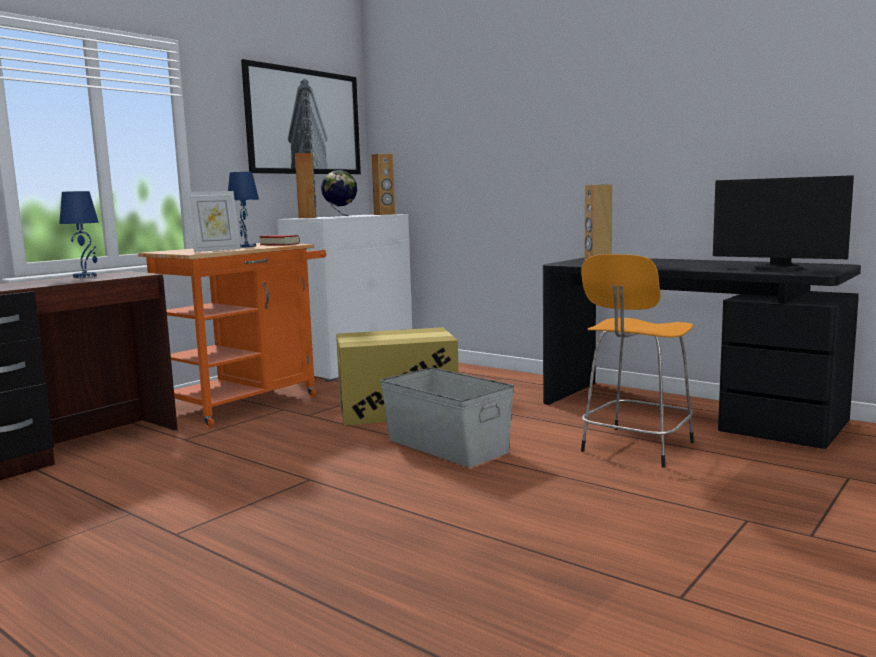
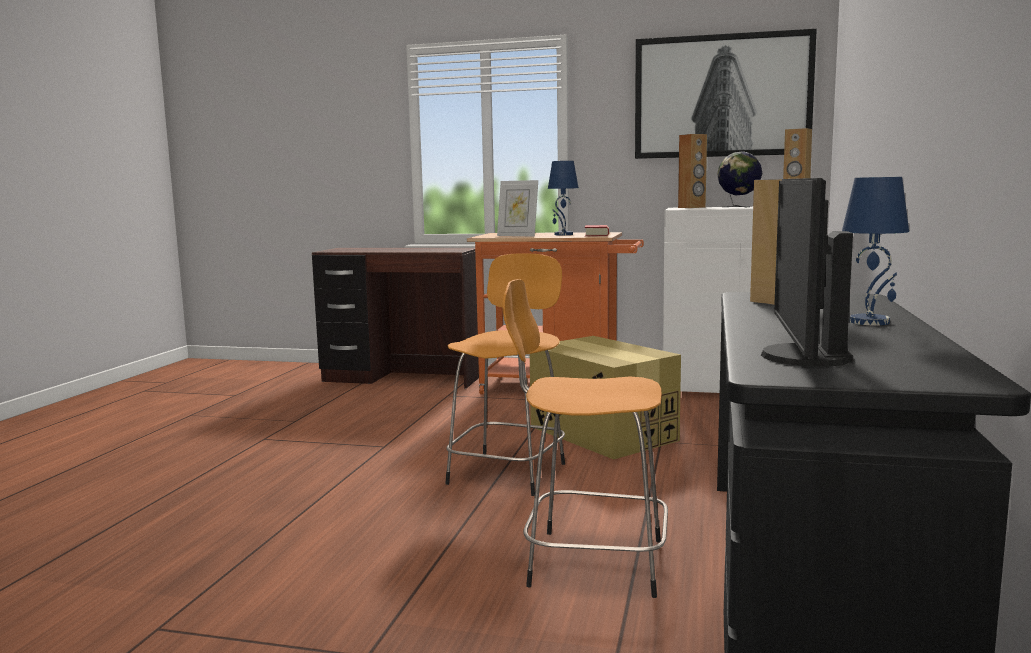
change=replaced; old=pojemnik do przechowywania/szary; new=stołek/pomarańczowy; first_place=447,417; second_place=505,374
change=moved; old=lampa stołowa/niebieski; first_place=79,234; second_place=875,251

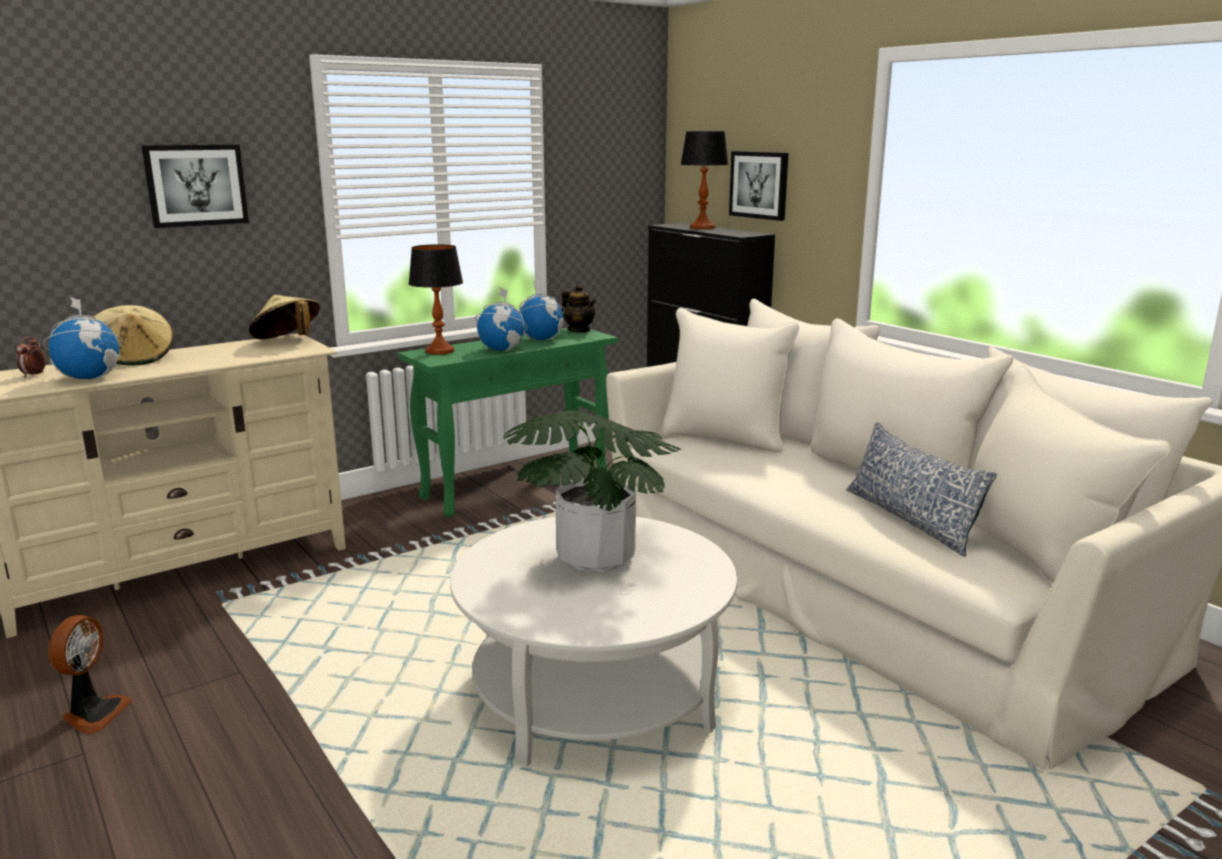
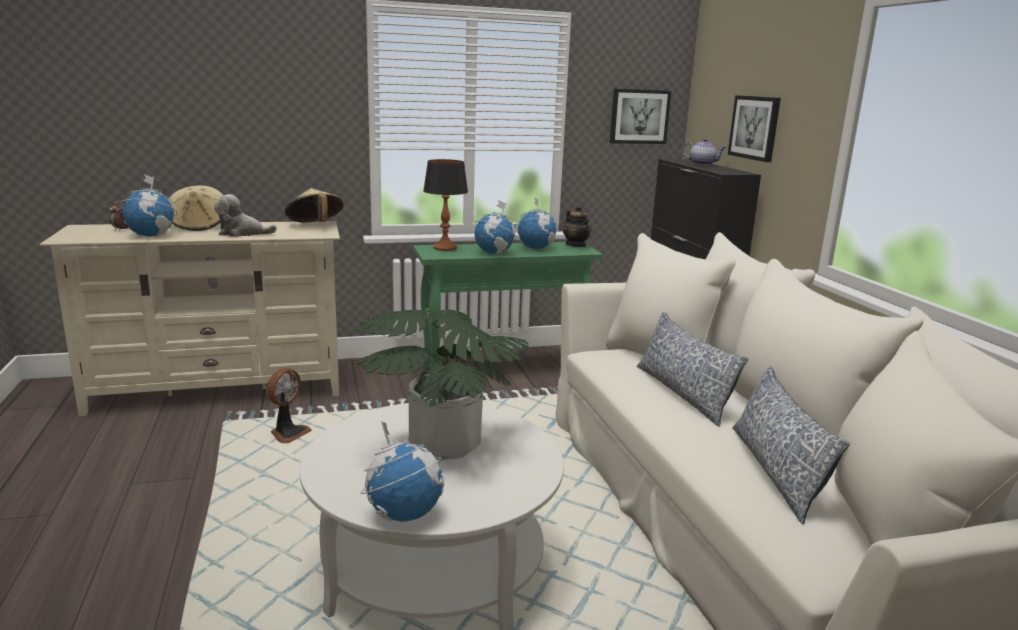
change=added; new=pluszak; second_place=245,215
change=moved; old=wentylator; first_place=90,674; second_place=289,405
change=added; new=globus; second_place=402,472
change=moved; old=obraz; first_place=195,186; second_place=640,116
change=added; new=poduszka; second_place=693,369
change=replaced; old=lampa stołowa; new=imbryk; first_place=705,180; second_place=704,152

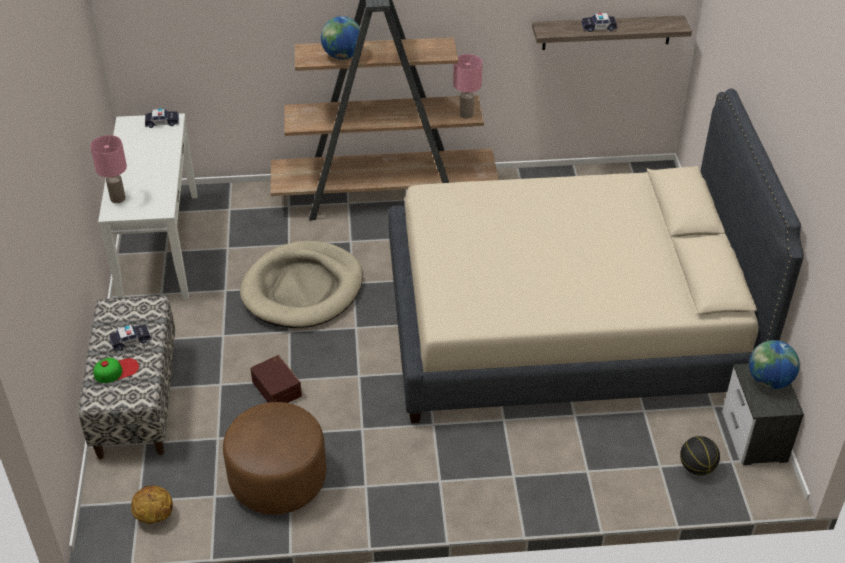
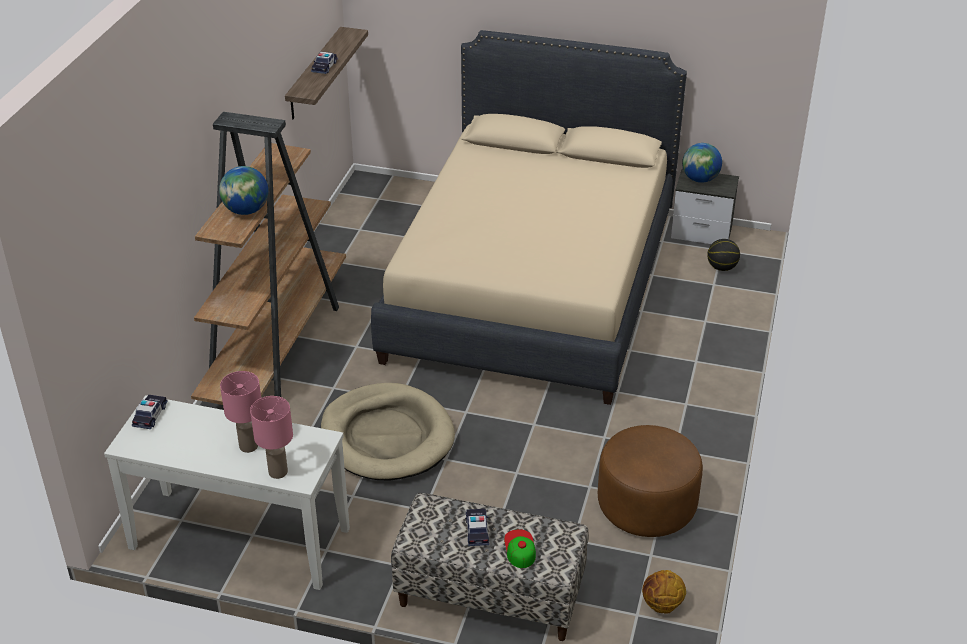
change=moved; old=lampa stołowa/różowy; first_place=468,86; second_place=240,412
change=removed; old=pojemnik do przechowywania/brązowy; first_place=276,379

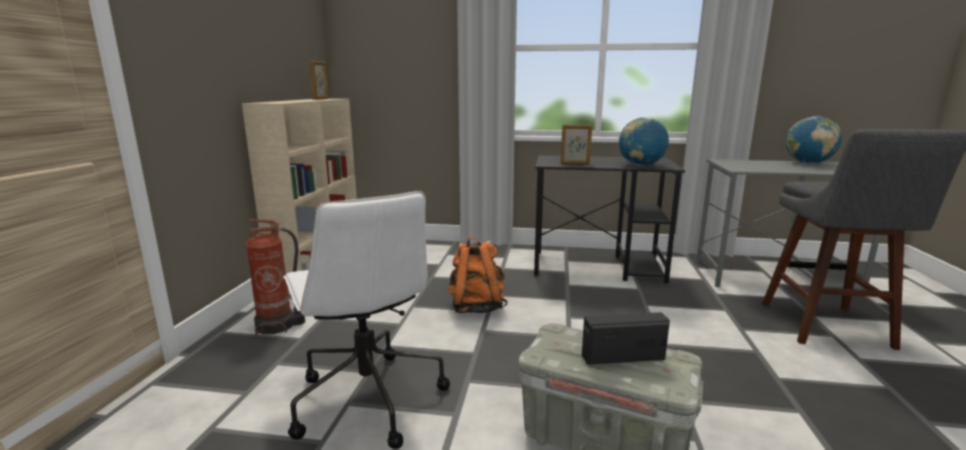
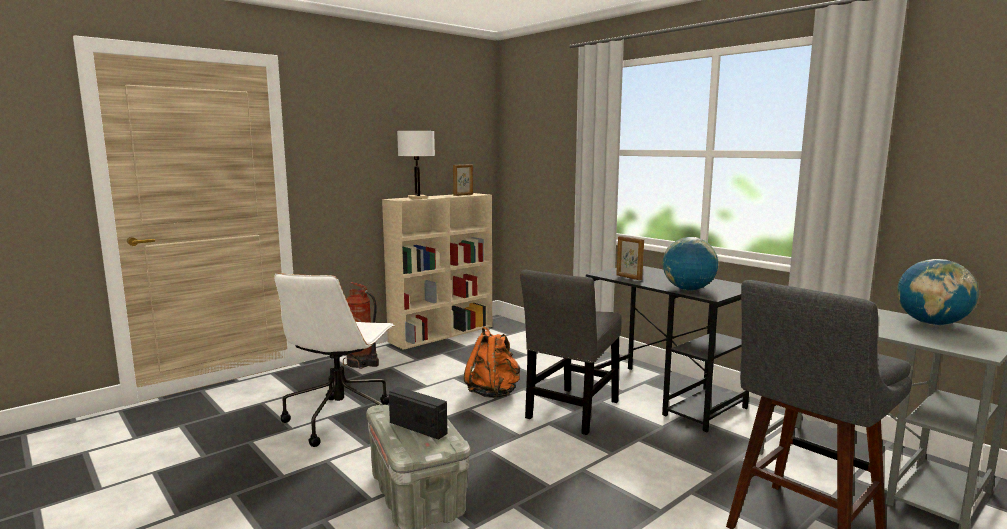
change=added; new=lampa stołowa/biały; second_place=416,165
change=added; new=krzesło/szary; second_place=571,352

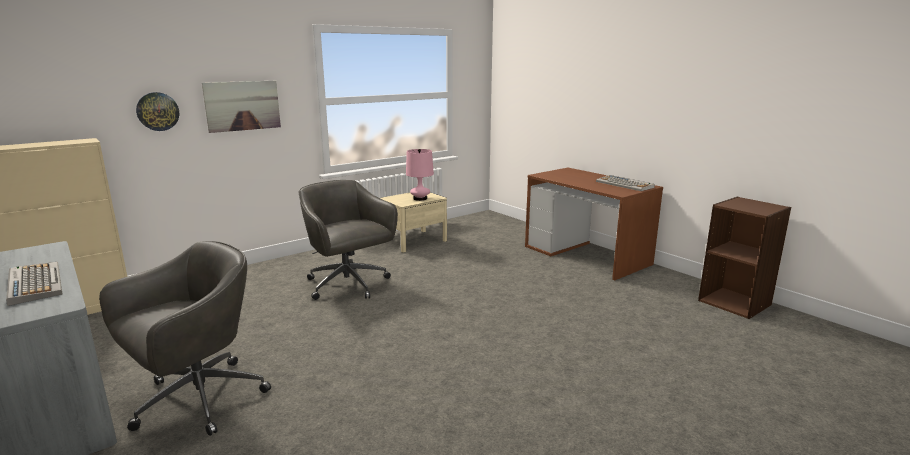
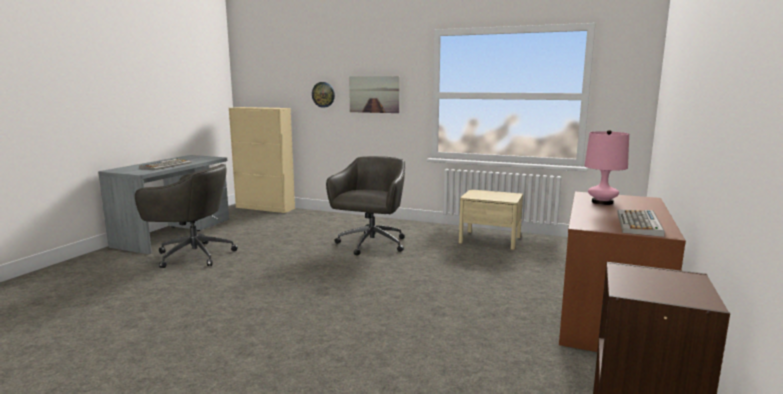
change=moved; old=lampa stołowa/różowy; first_place=420,175; second_place=606,167

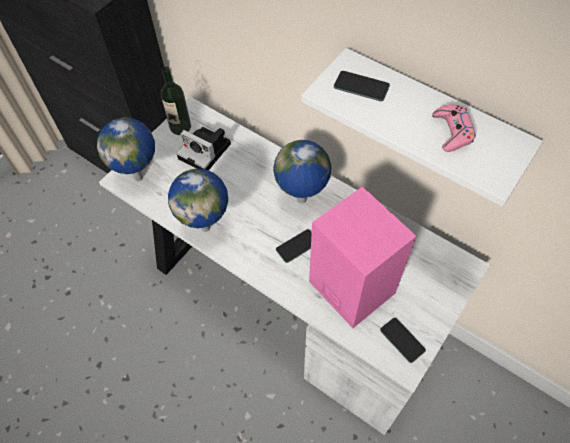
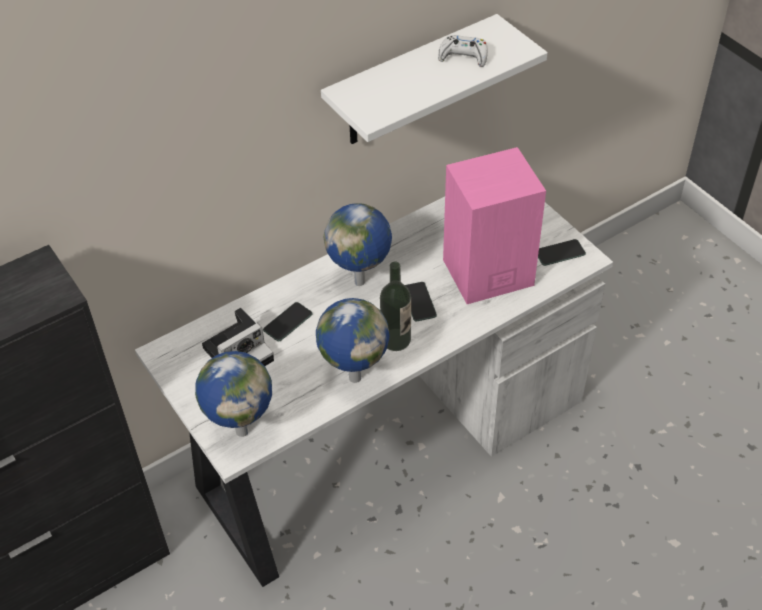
change=moved; old=telefon; first_place=362,86; second_place=288,321
change=moved; old=butelka; first_place=176,100; second_place=395,306
change=recoloured; old=pad do gier/różowy; new=pad do gier/biały; first_place=454,128; second_place=463,51

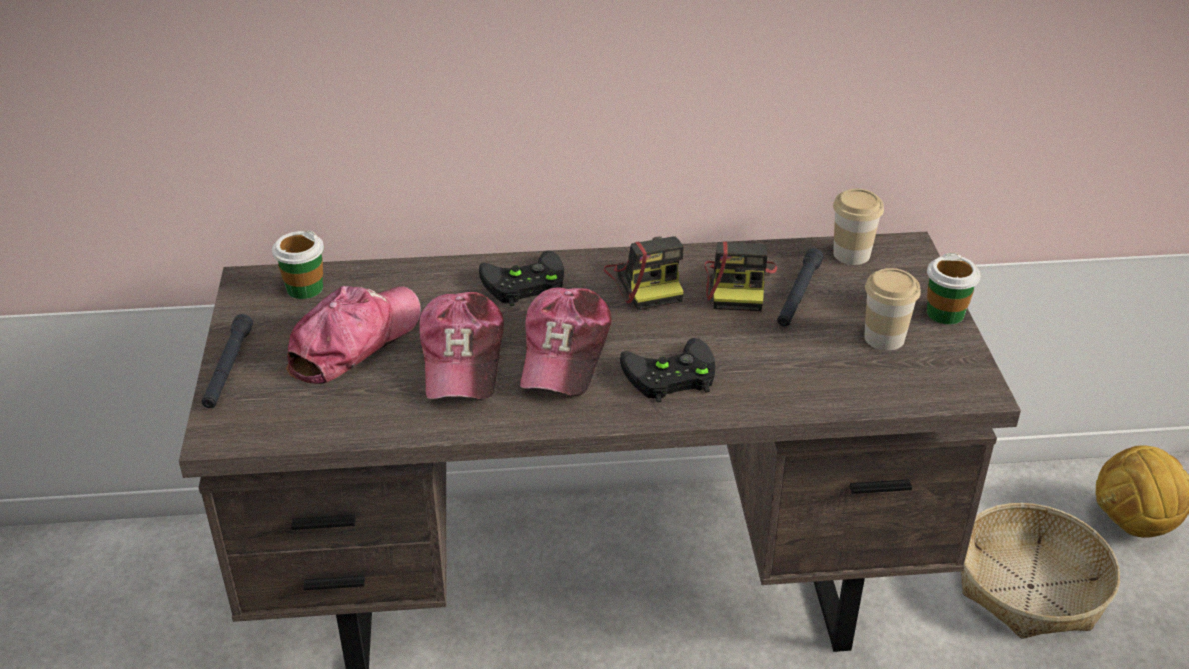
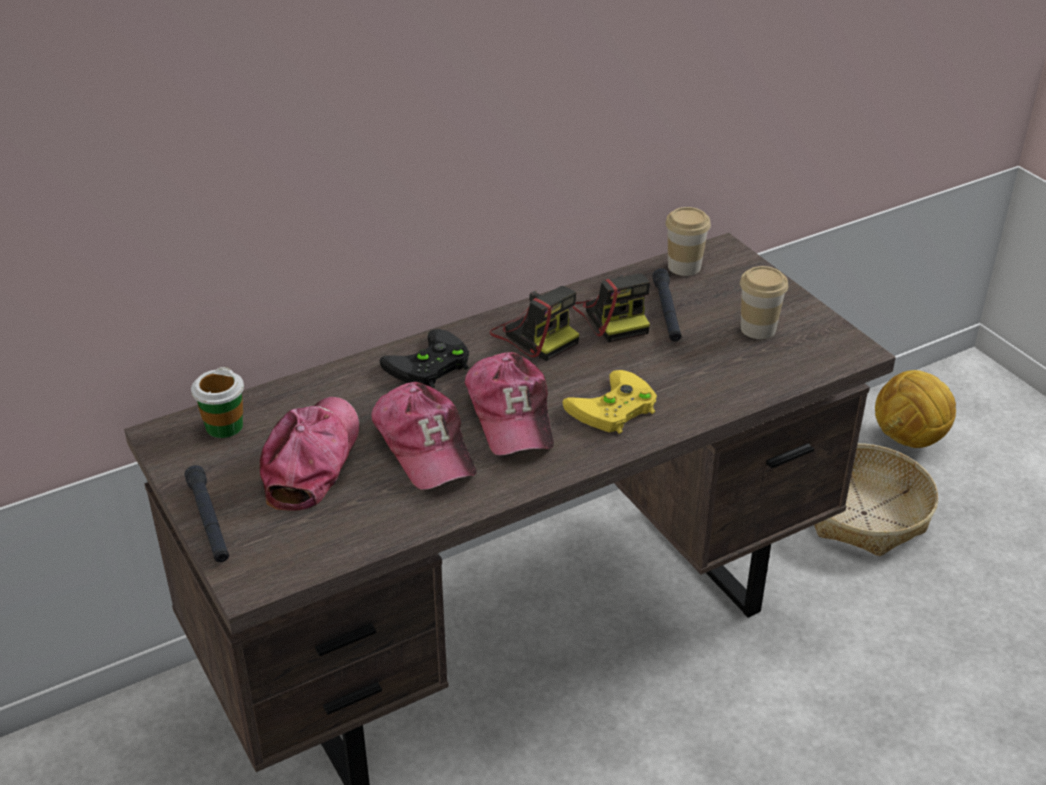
change=recoloured; old=pad do gier/czarny; new=pad do gier/żółty; first_place=667,370; second_place=609,402
change=removed; old=filiżanka; first_place=954,289

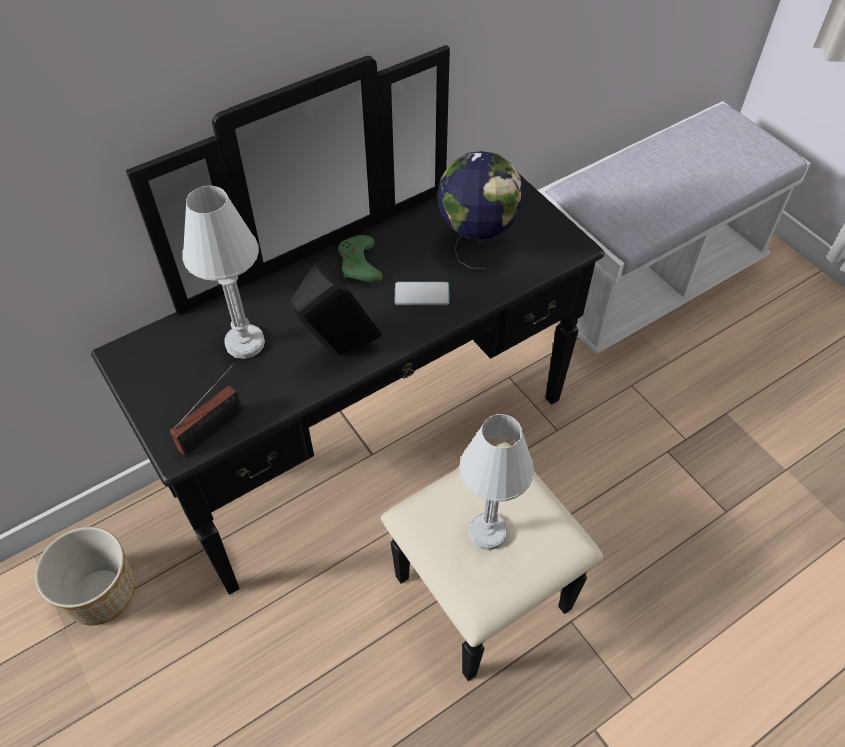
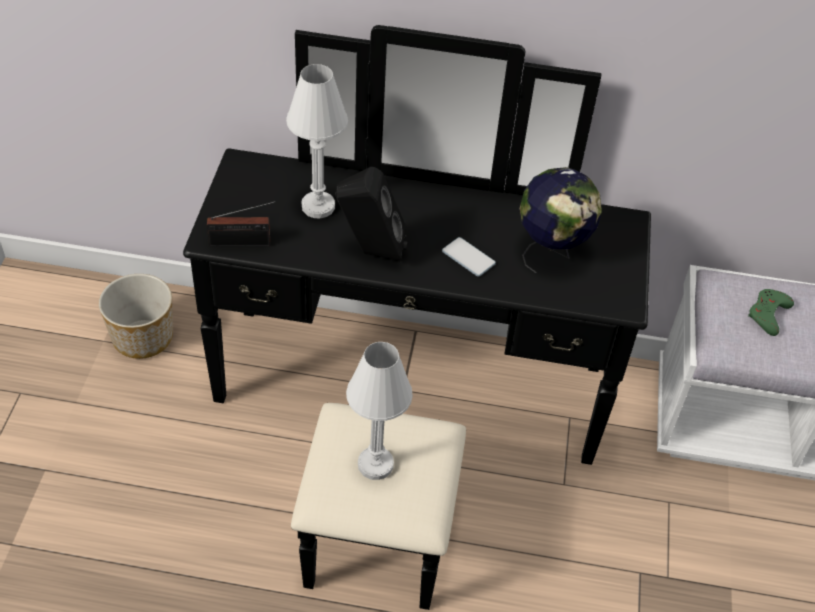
change=moved; old=pad do gier/zielony; first_place=360,259; second_place=771,312

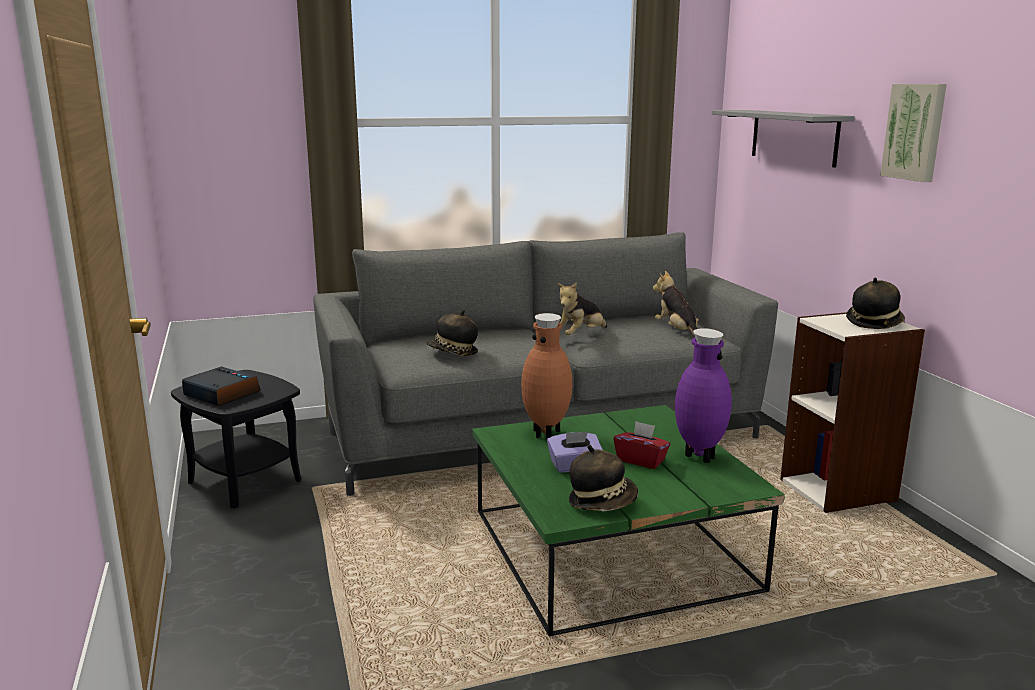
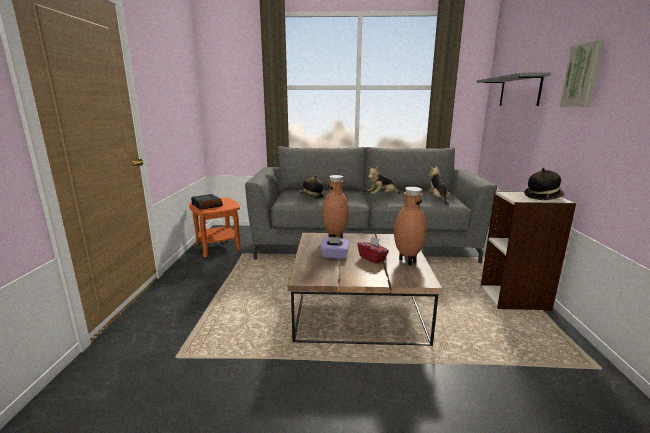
change=recoloured; old=stolik/czarny; new=stolik/pomarańczowy; first_place=236,439; second_place=215,227
change=recoloured; old=ława/zielony; new=ława/brązowy; first_place=628,520; second_place=365,289
change=recoloured; old=wazon/fioletowy; new=wazon/brązowy; first_place=703,395; second_place=410,226
change=removed; old=kapelusz; first_place=603,478

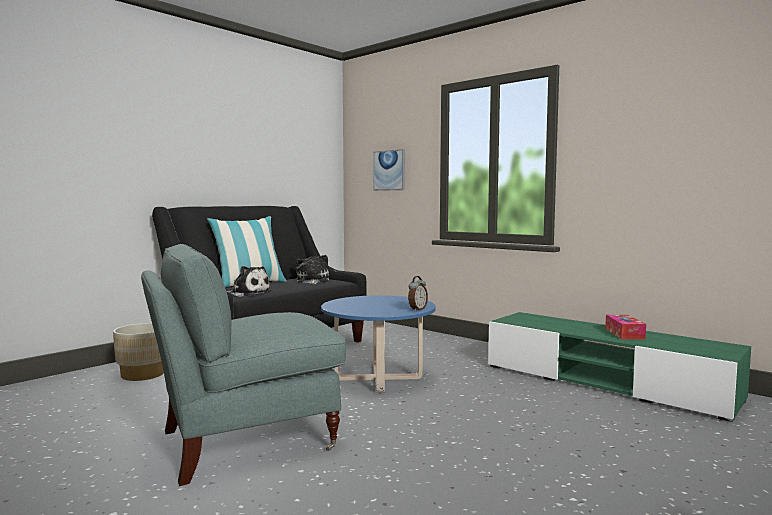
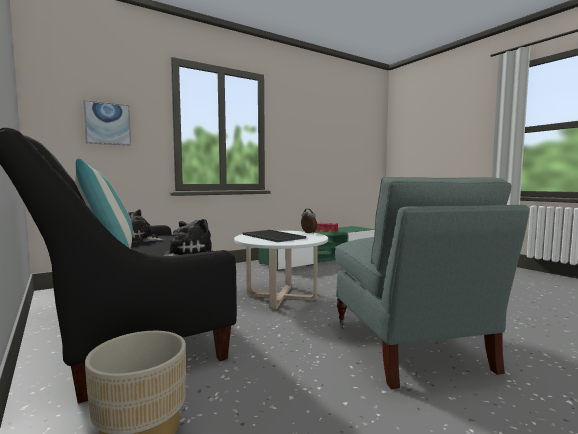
change=recoloured; old=ława/niebieski; new=ława/biały; first_place=378,344; second_place=281,270
change=added; new=taca; second_place=274,236

